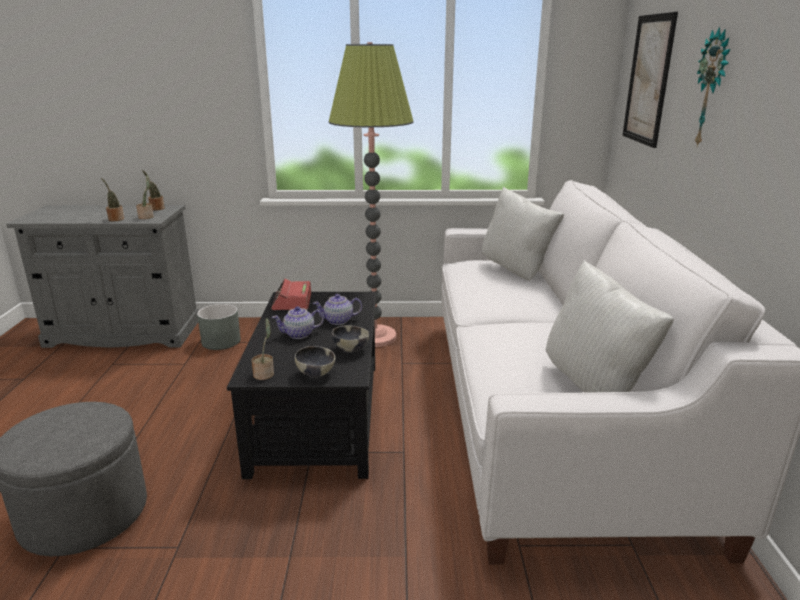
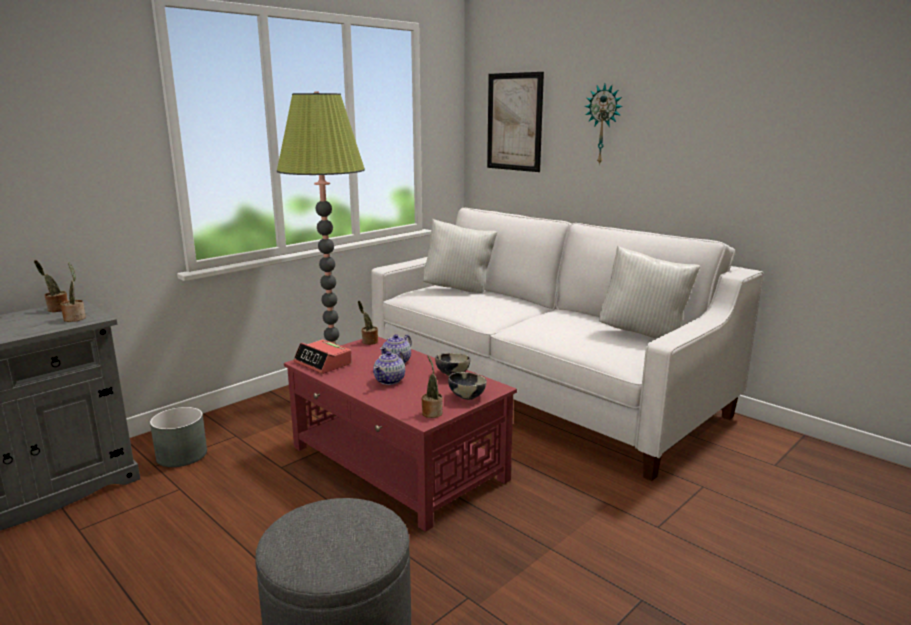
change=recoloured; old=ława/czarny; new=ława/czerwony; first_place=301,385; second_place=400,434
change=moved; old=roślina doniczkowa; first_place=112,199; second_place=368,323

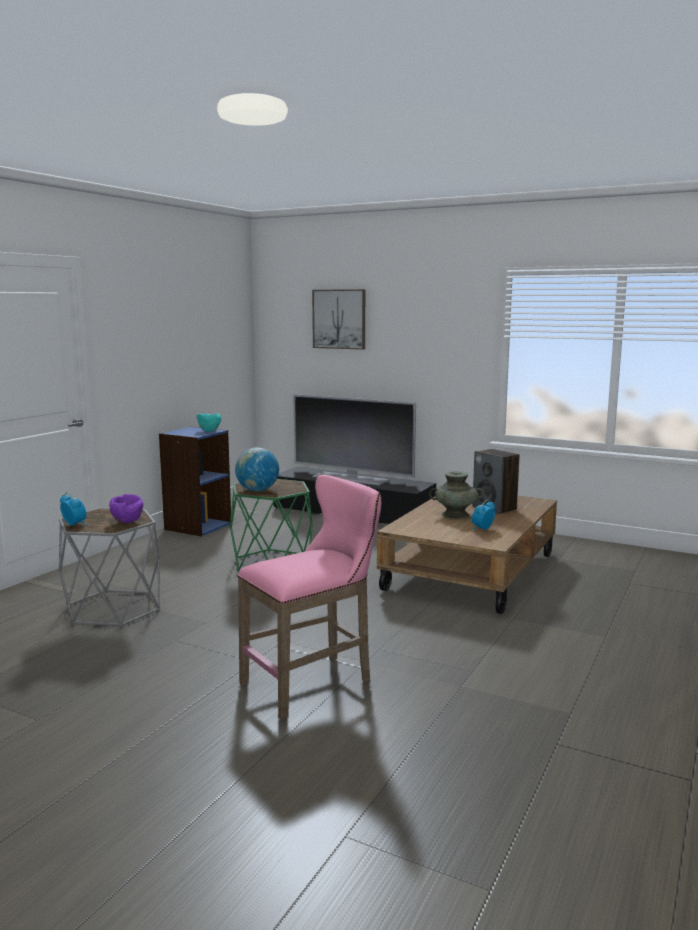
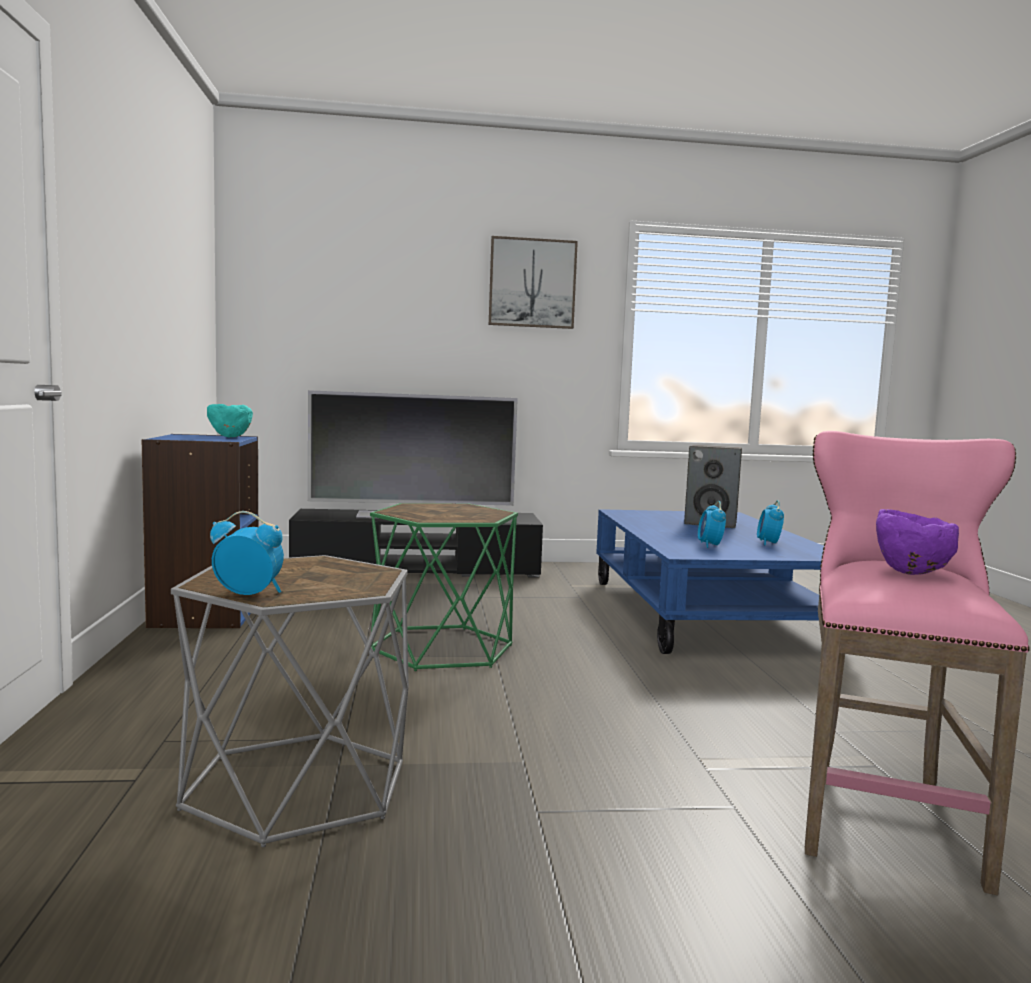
change=moved; old=obraz; first_place=338,319; second_place=533,282
change=recoloured; old=ława/brązowy; new=ława/niebieski; first_place=467,555; second_place=710,581
change=added; new=budzik; second_place=712,524
change=moved; old=miska/fioletowy; first_place=126,508; second_place=917,542
change=removed; old=globus; first_place=257,469
change=removed; old=wazon/turkusowy; first_place=456,495

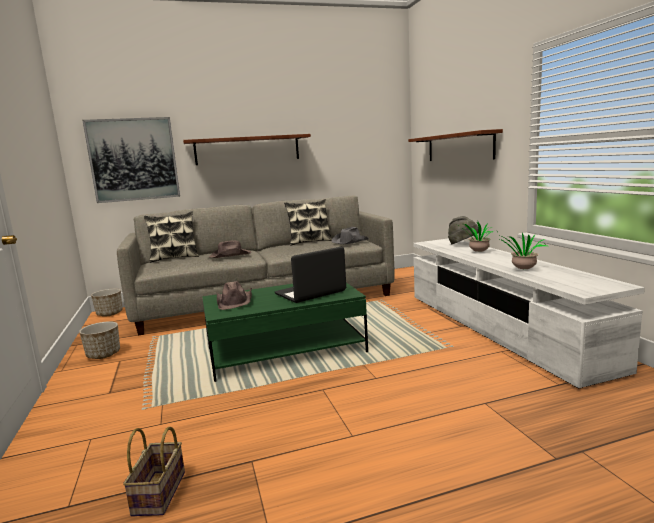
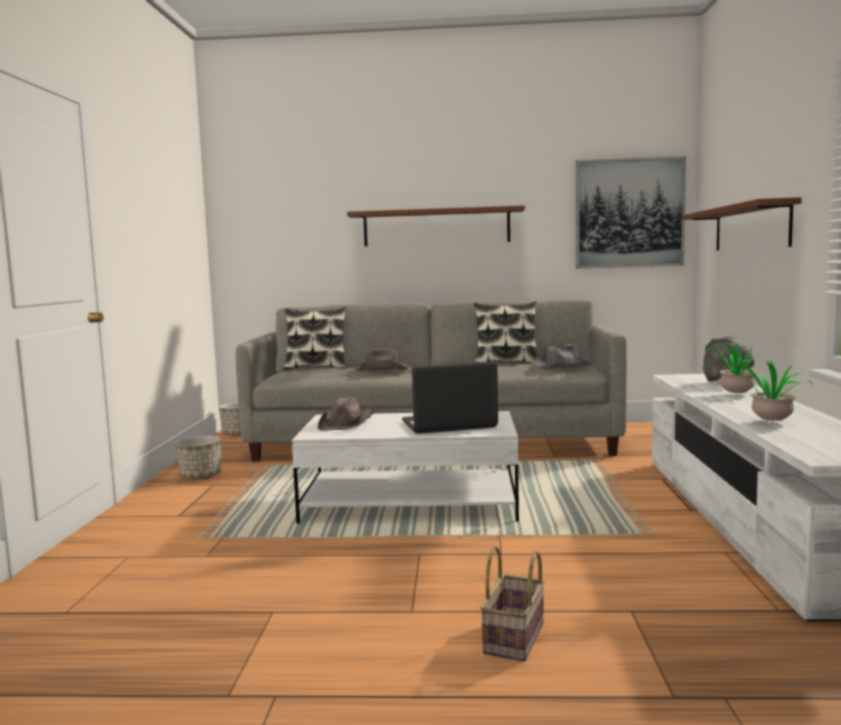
change=recoloured; old=ława/zielony; new=ława/biały; first_place=285,332; second_place=405,467
change=moved; old=koszyk; first_place=154,471; second_place=512,603
change=moved; old=obraz; first_place=131,160; second_place=631,212

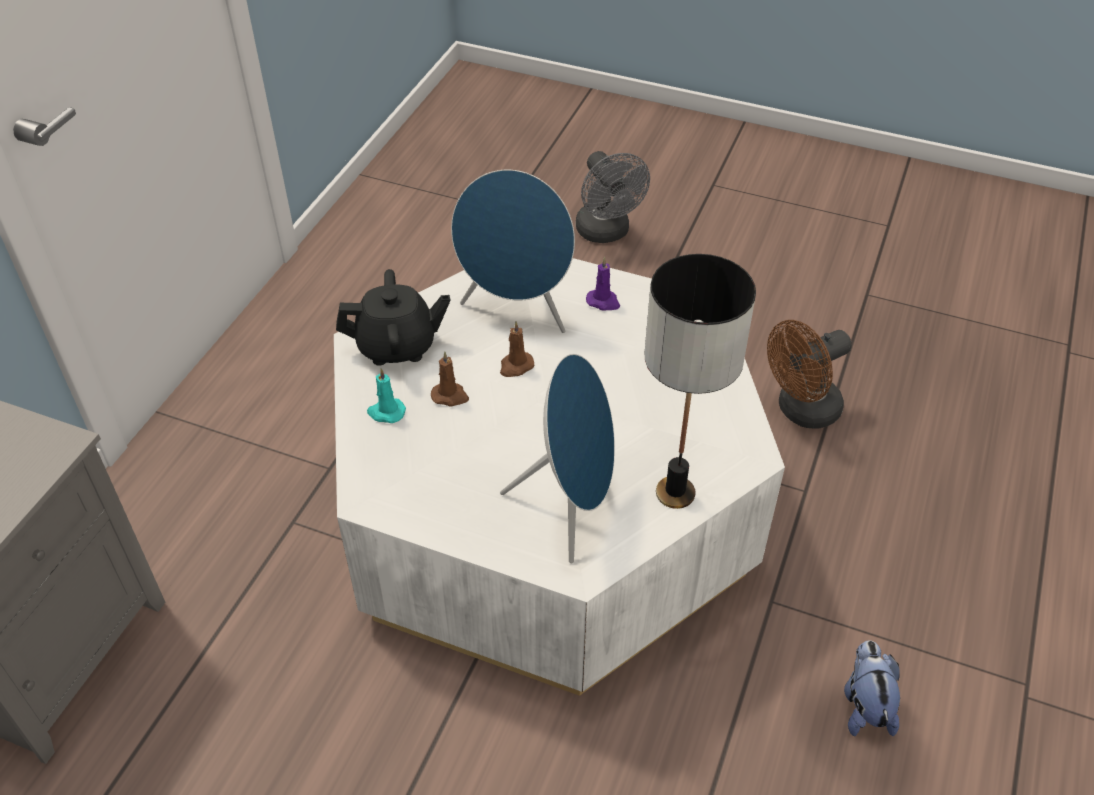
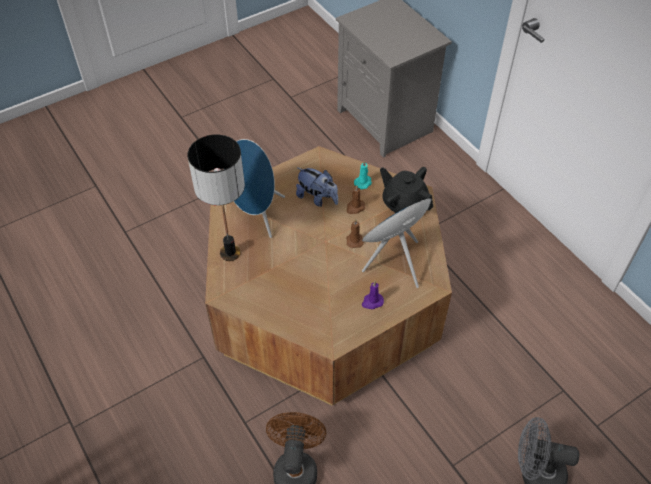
change=recoloured; old=ława/biały; new=ława/brązowy; first_place=559,477; second_place=328,275
change=moved; old=pluszak; first_place=872,688; second_place=317,187
change=turned; old=imbryk/czarny; first_place=393,317; second_place=406,190; degrees=105

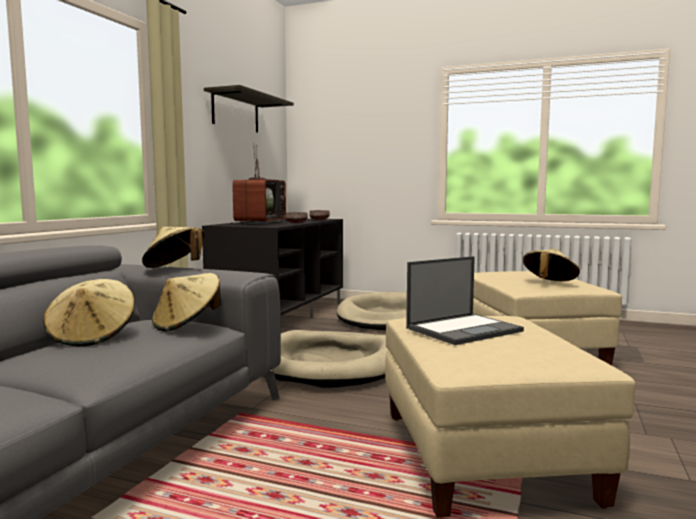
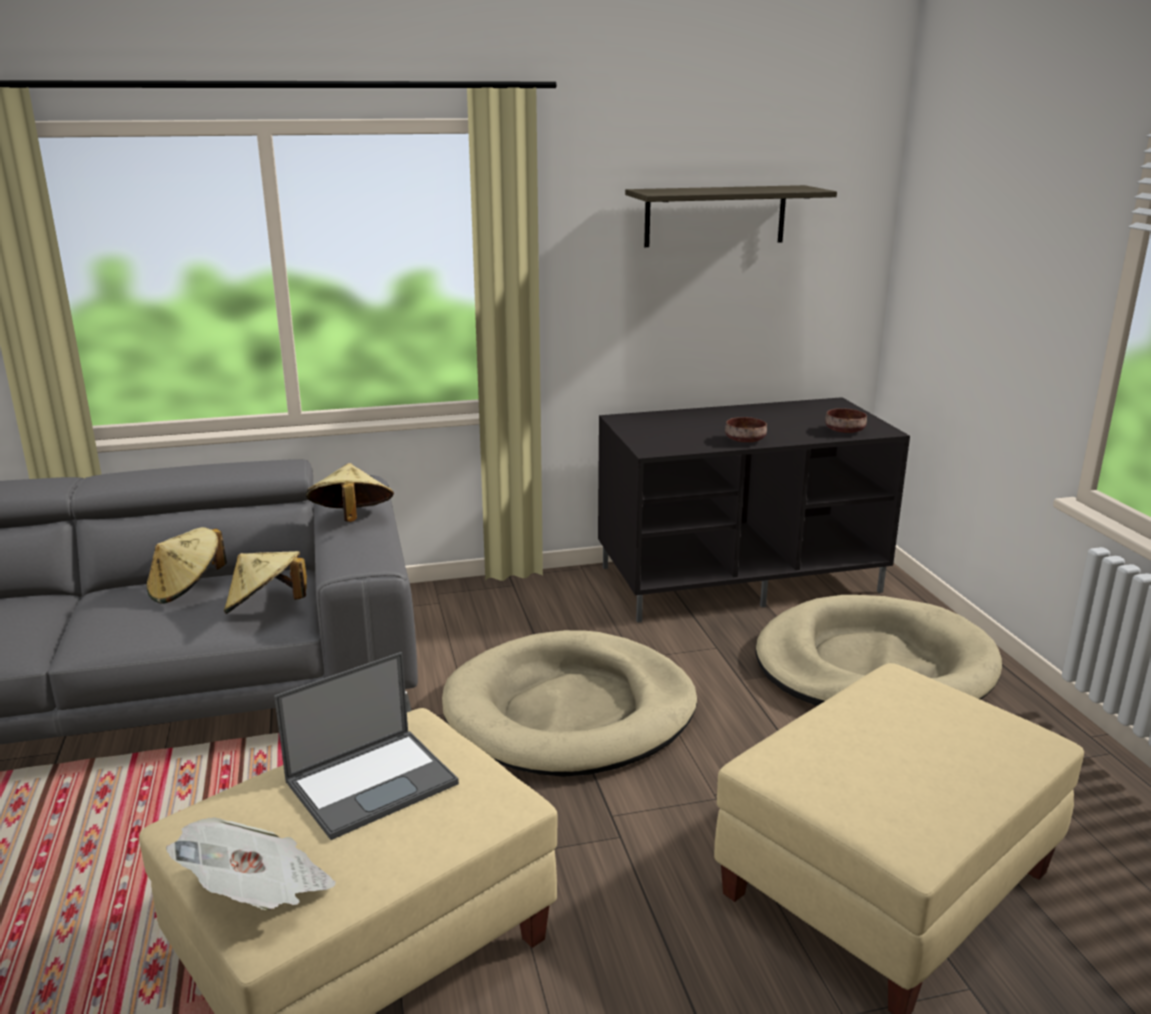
change=added; new=gazeta; second_place=251,863
change=turned; old=laptop; first_place=465,300; second_place=366,746; degrees=-60
change=removed; old=telewizor; first_place=258,184
change=removed; old=kapelusz/beżowy; first_place=551,265

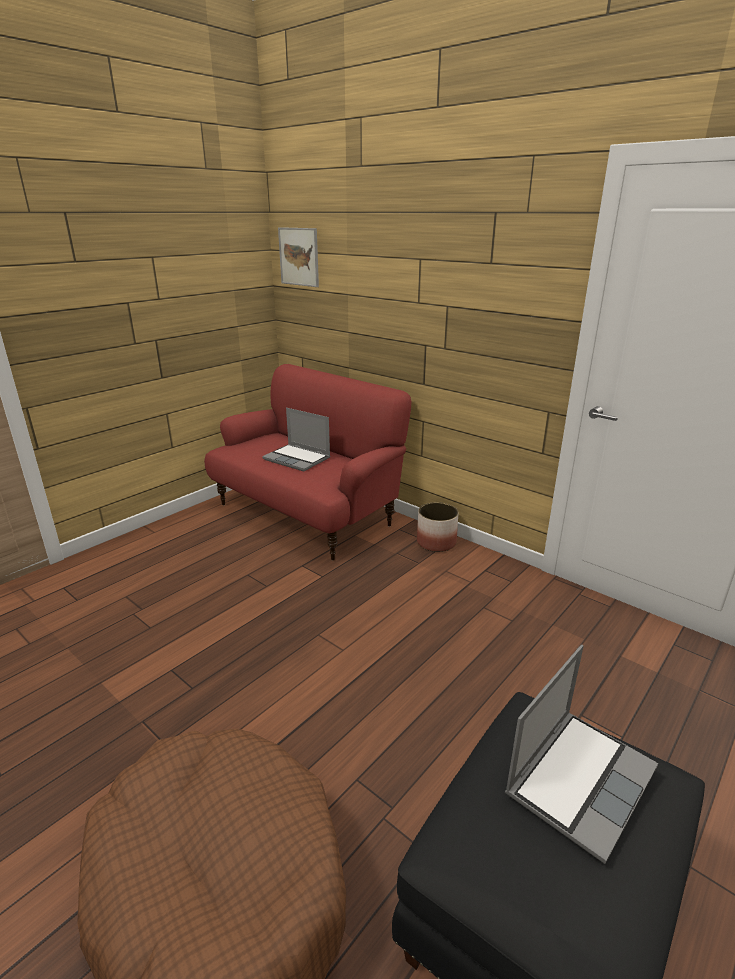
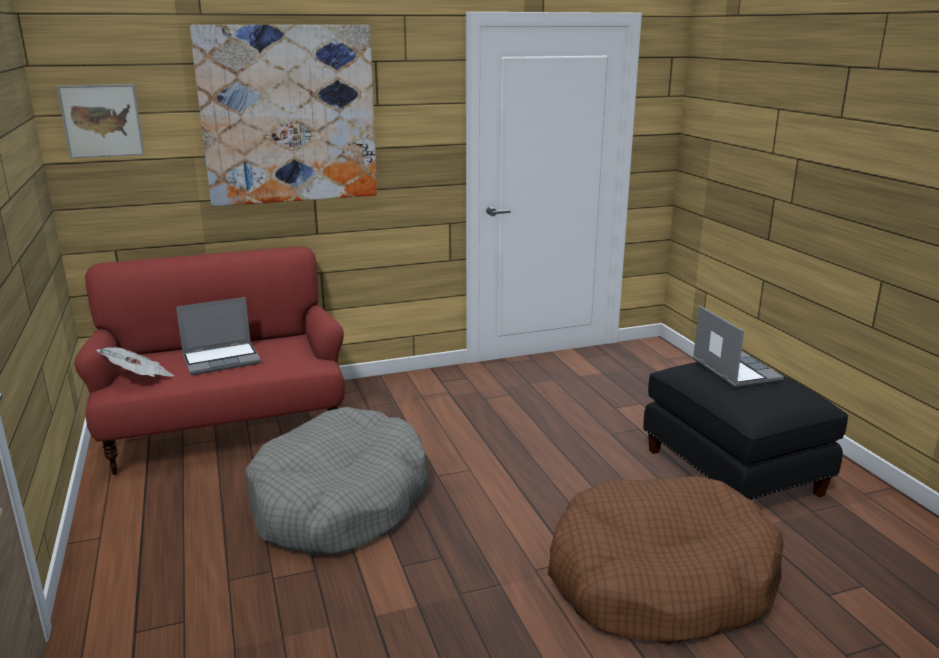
change=added; new=gazeta; second_place=135,362
change=added; new=obraz; second_place=283,115
change=added; new=legowisko/szary; second_place=336,480
change=removed; old=donica; first_place=438,527

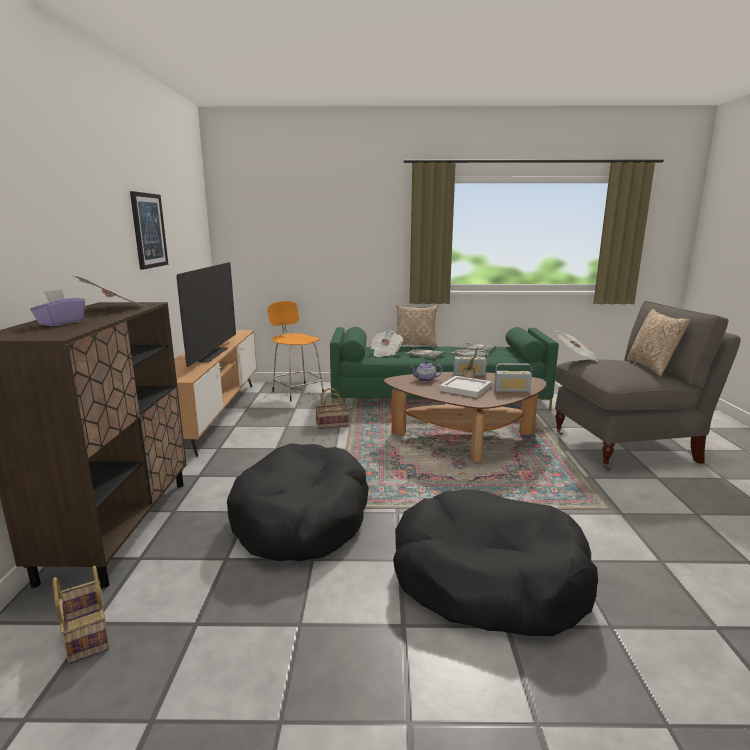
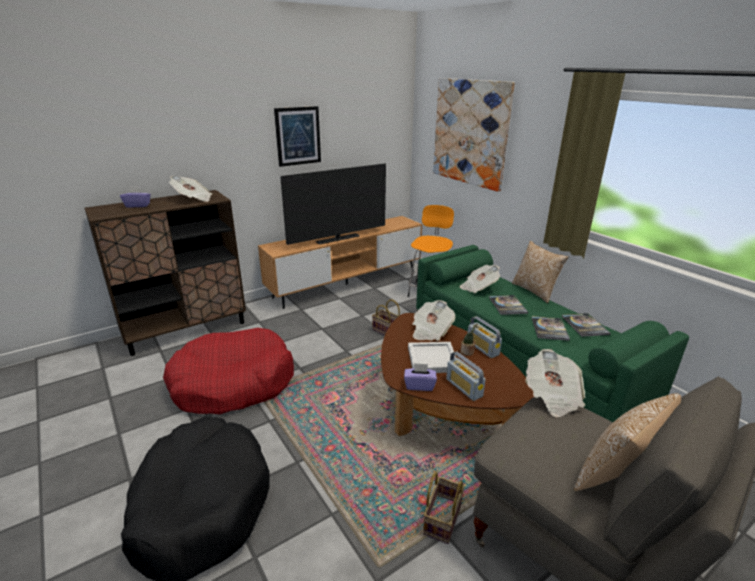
change=recoloured; old=legowisko/czarny; new=legowisko/czerwony; first_place=298,502; second_place=228,371
change=added; new=pudełko chusteczek/fioletowy; second_place=420,377
change=replaced; old=imbryk; new=gazeta; first_place=426,371; second_place=434,320
change=moved; old=koszyk; first_place=81,615; second_place=443,508
change=added; new=obraz; second_place=474,135

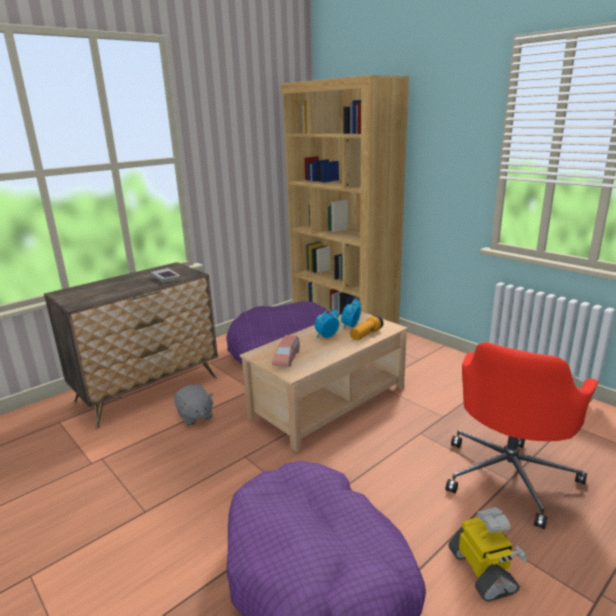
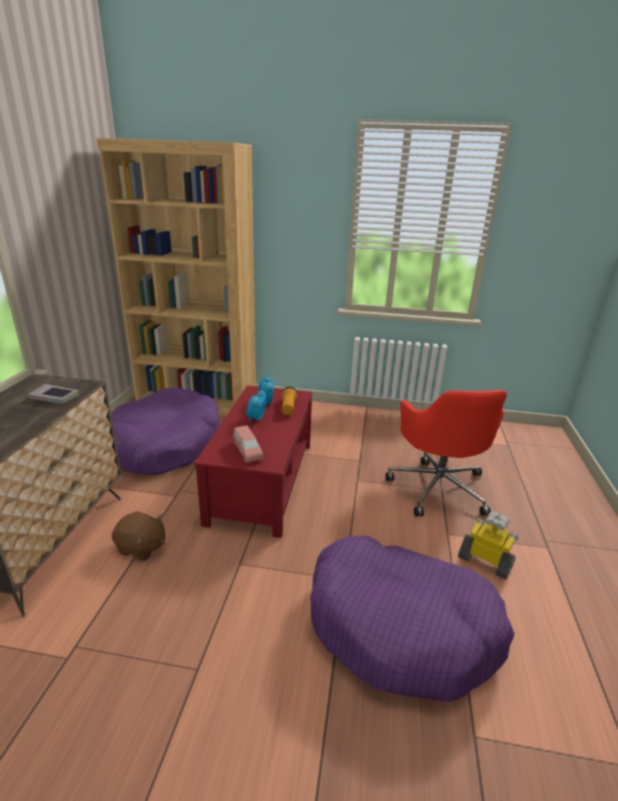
change=recoloured; old=pluszak/szary; new=pluszak/brązowy; first_place=194,405; second_place=138,536
change=recoloured; old=ława/beżowy; new=ława/czerwony; first_place=324,382; second_place=253,461

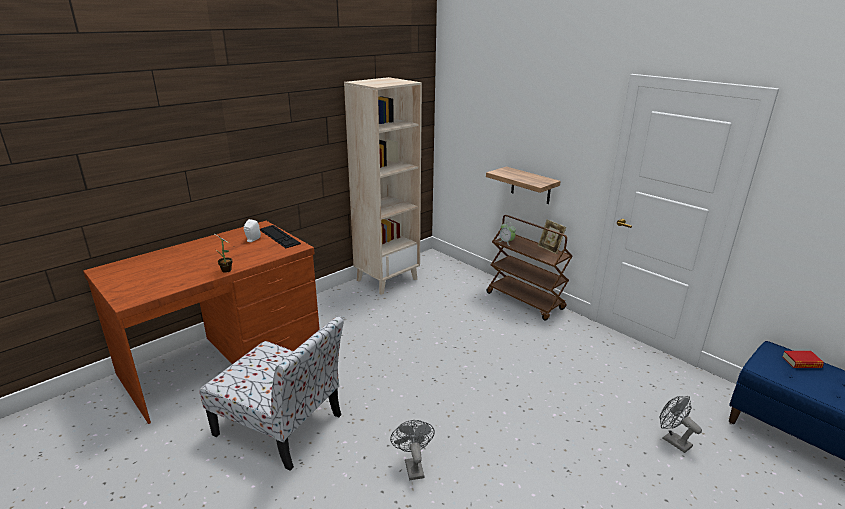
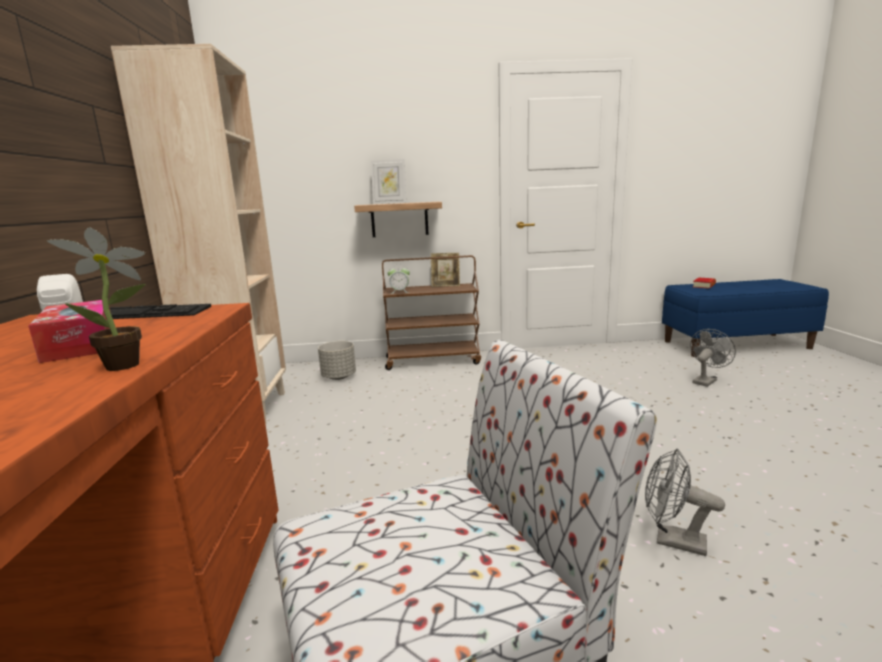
change=added; new=pudełko chusteczek; second_place=69,331
change=added; new=donica/szary; second_place=337,360
change=added; new=ramka na zdjęcie; second_place=388,181
change=turned; old=wentylator/szary; first_place=680,424; second_place=713,358; degrees=135

